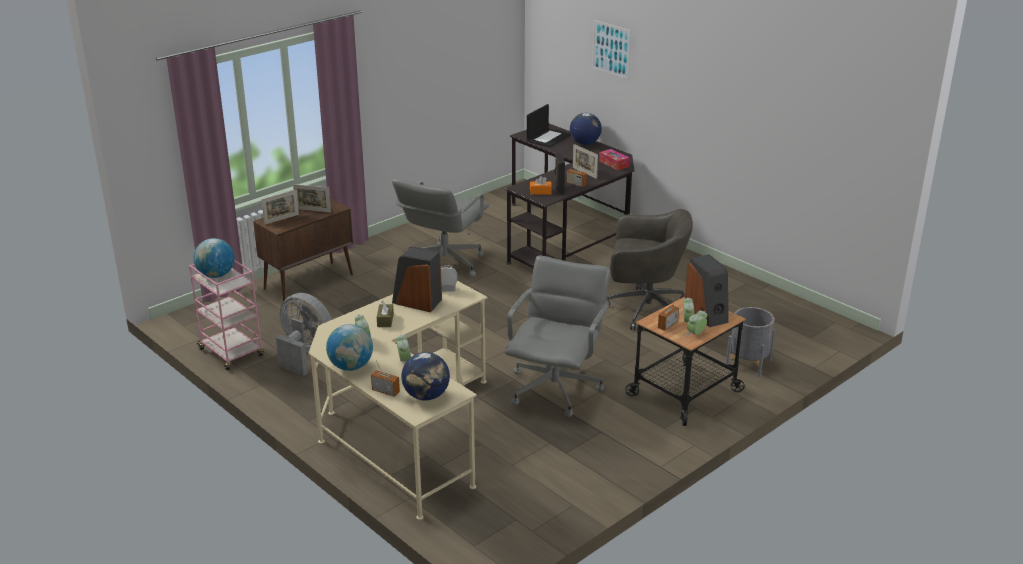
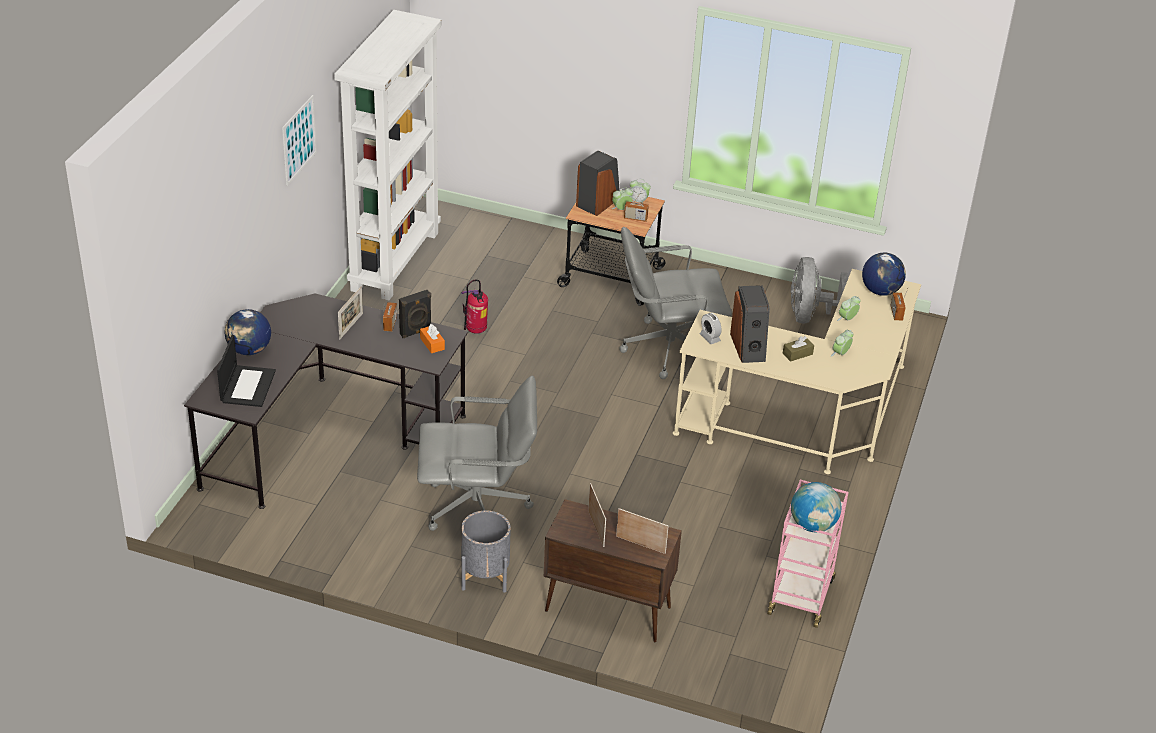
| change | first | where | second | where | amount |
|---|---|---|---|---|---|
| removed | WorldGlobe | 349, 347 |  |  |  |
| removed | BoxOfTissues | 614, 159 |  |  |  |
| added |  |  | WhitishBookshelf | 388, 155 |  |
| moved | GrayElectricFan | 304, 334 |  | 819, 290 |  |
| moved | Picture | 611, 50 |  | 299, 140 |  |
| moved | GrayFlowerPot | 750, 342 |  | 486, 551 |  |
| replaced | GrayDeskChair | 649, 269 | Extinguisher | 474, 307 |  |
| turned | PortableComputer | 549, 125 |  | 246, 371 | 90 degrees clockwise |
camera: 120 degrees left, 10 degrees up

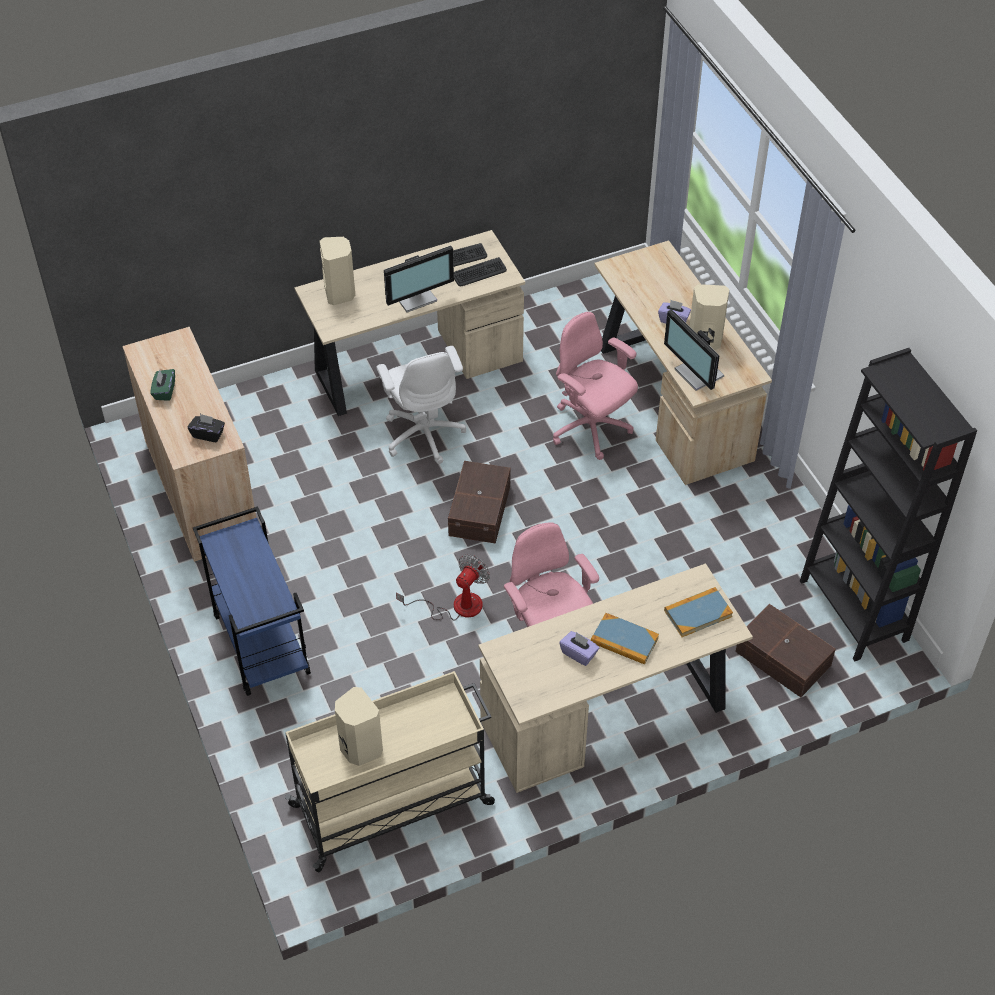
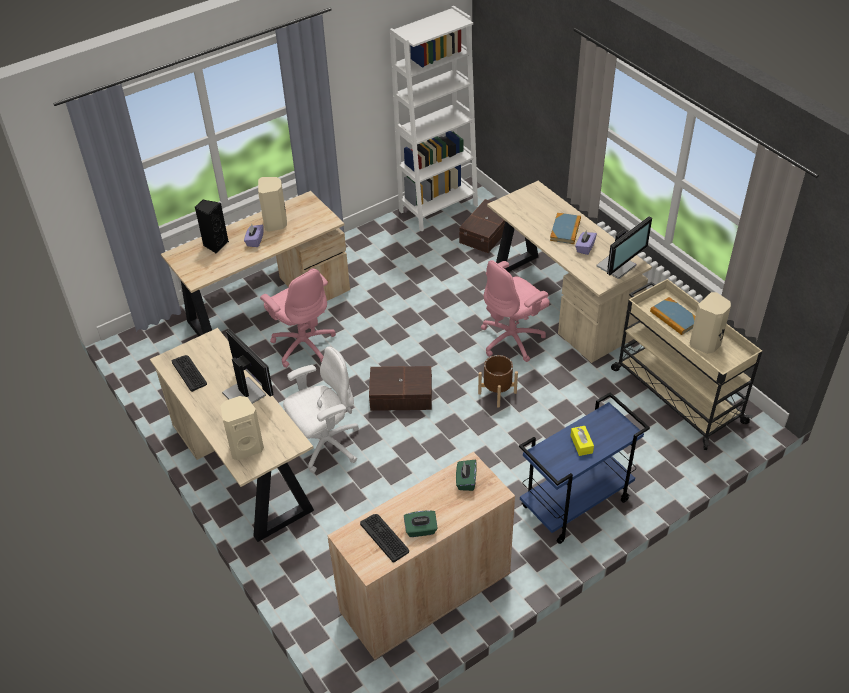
| change | first | where | second | where | amount |
|---|---|---|---|---|---|
| added |  |  | BlackLoudspeaker | 212, 227 |  |
| added |  |  | YellowColouredBoxOfTissues | 582, 441 |  |
| moved | Keyboard | 480, 271 |  | 384, 538 |  |
| moved | ComputerScreen | 694, 350 |  | 624, 247 |  |
| moved | BoundBook | 698, 612 |  | 672, 316 |  |
| replaced | ElectricFan | 443, 587 | BrownishFlowerPot | 498, 381 |  |
| recoloured | BlackBoxOfTissues | 206, 428 | GreenishBoxOfTissues | 466, 475 |  |
| recoloured | BlackBookshelf | 888, 505 | WhitishBookshelf | 434, 118 |  |
| turned | PinkDeskChair | 595, 386 |  | 298, 318 | 75 degrees counterclockwise |
camera: 100 degrees left, 5 degrees down

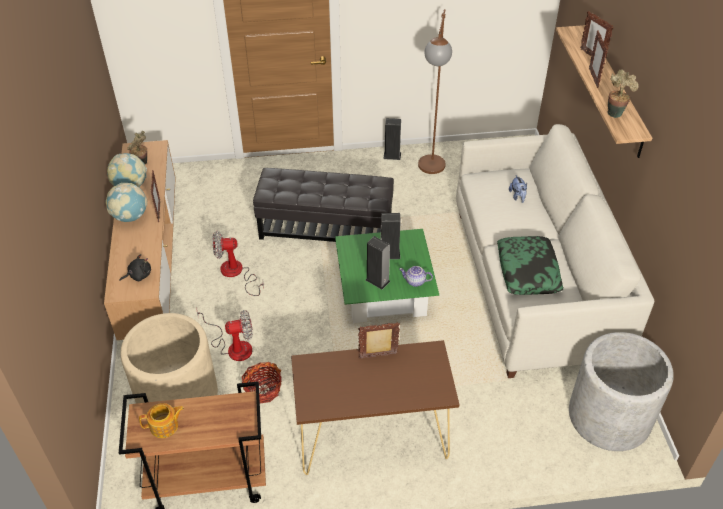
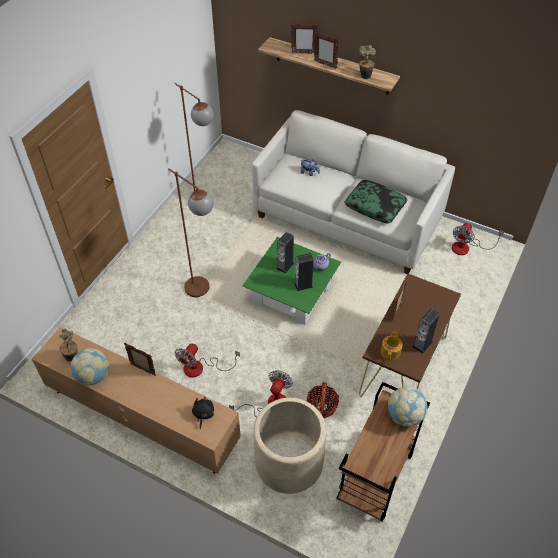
| change | first | where | second | where | amount |
|---|---|---|---|---|---|
| moved | WorldGlobe | 127, 202 |  | 408, 406 |  |
| moved | PotForTea | 161, 420 |  | 392, 345 |  |
| moved | Loudspeaker | 392, 139 |  | 426, 331 |  |
| replaced | BlackFootrest | 323, 205 | BrownishFloorLamp | 191, 233 |  |
| replaced | GrayFlowerPot | 621, 391 | ElectricFan | 478, 239 |  |
camera: 55 degrees left, 5 degrees up

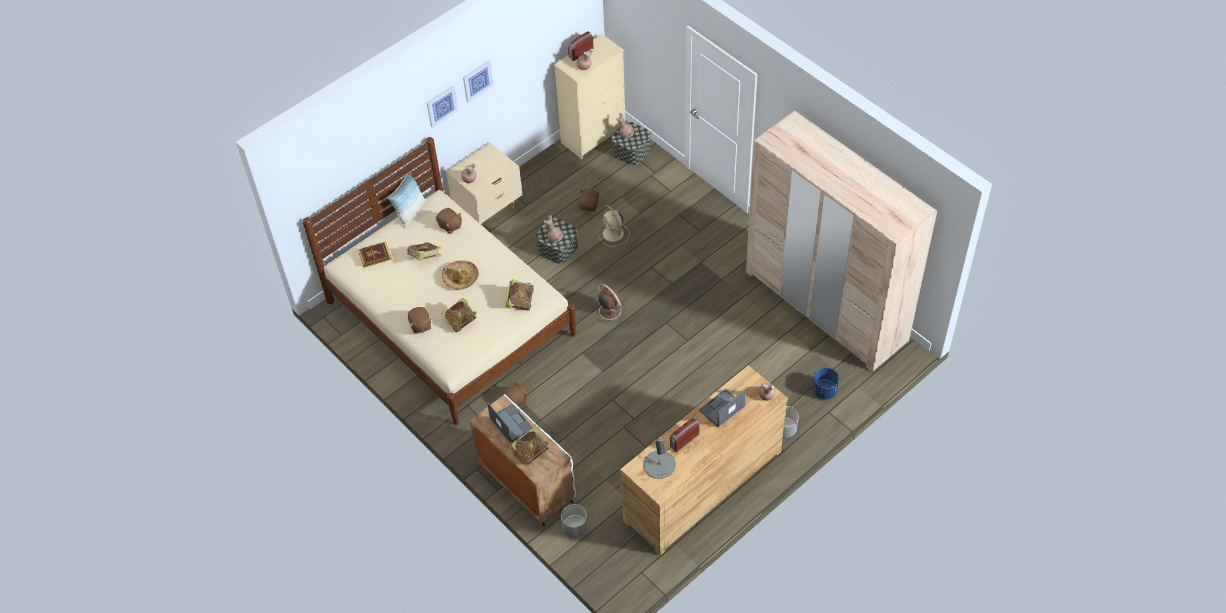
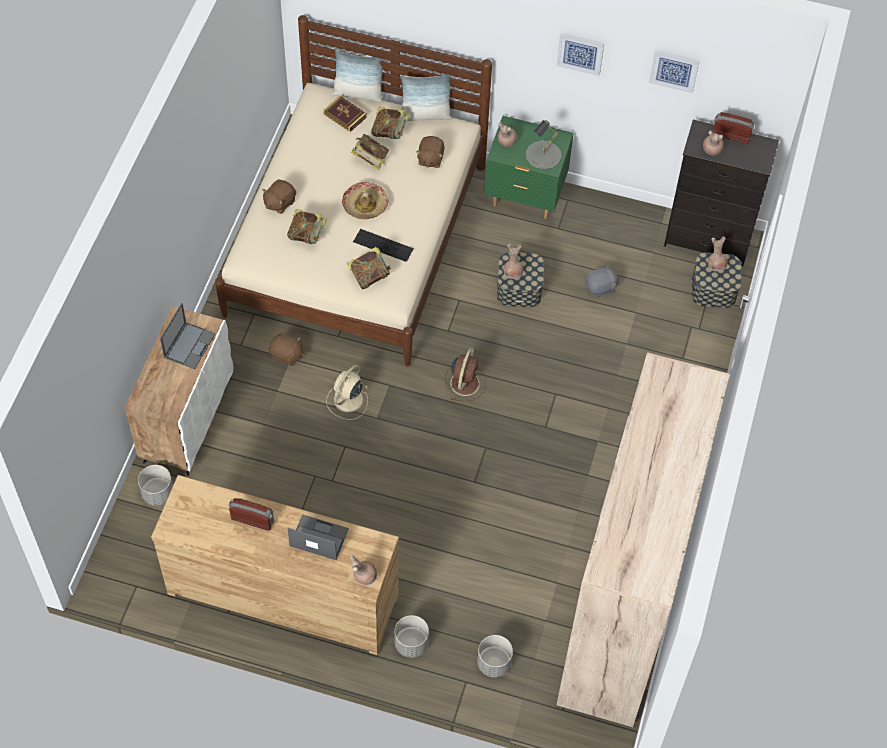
| change | first | where | second | where | amount |
|---|---|---|---|---|---|
| added |  |  | ThrowPillow | 358, 75 |  |
| added |  |  | Keyboard | 383, 245 |  |
| moved | Picture | 443, 106 |  | 674, 71 |  |
| moved | BoundBook | 530, 446 |  | 390, 123 |  |
| moved | SandColouredElectricFan | 614, 225 |  | 347, 392 |  |
| moved | GrayTableLamp | 659, 459 |  | 544, 145 |  |
| recoloured | SandColouredNightstand | 484, 184 | GreenishNightstand | 529, 167 |  |
| recoloured | SandColouredChestOfDrawers | 589, 96 | BlackChestOfDrawers | 721, 193 |  |
| recoloured | BrownishSoftToy | 589, 200 | GraySoftToy | 602, 281 |  |
| recoloured | BlueColouredFlowerPot | 826, 383 | GrayFlowerPot | 495, 656 |  |
camera: 55 degrees right, 5 degrees up

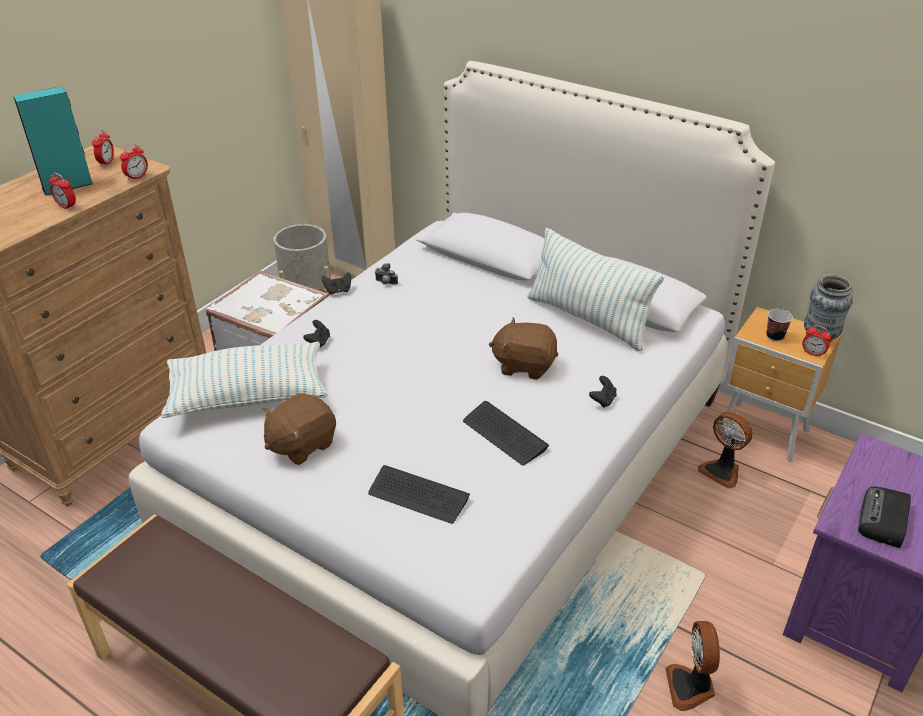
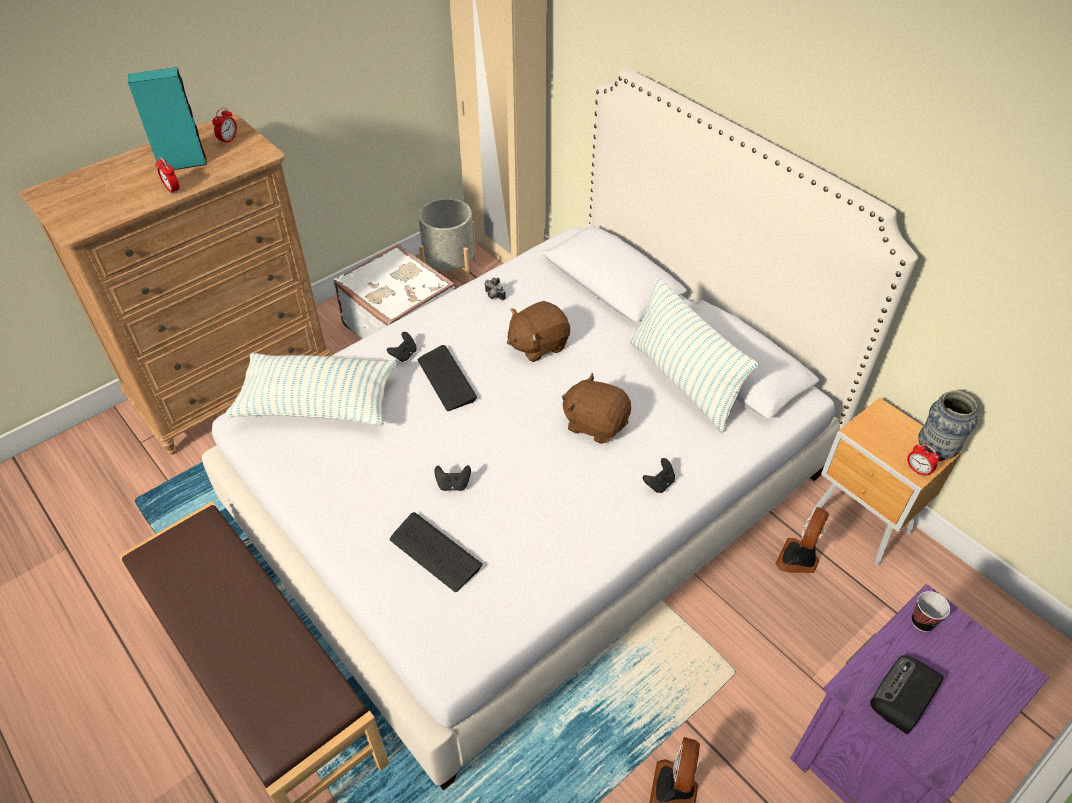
| change | first | where | second | where | amount |
|---|---|---|---|---|---|
| removed | TableClock | 134, 163 |  |  |  |
| moved | BrownishSoftToy | 299, 429 |  | 538, 331 |  |
| moved | BlackJoypad | 336, 283 |  | 452, 478 |  |
| moved | Keyboard | 506, 433 |  | 447, 378 |  |
| moved | SmallCup | 779, 325 |  | 931, 611 |  |
| turned | ElectricFan | 725, 449 |  | 802, 540 | 60 degrees clockwise |
camera: 15 degrees right, 10 degrees up

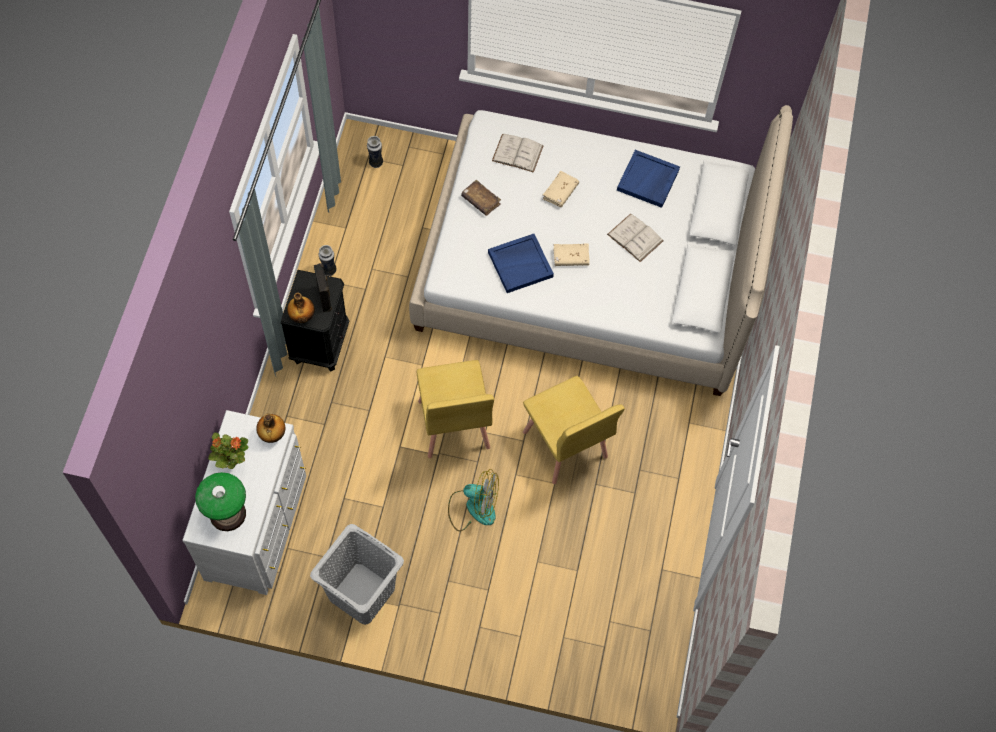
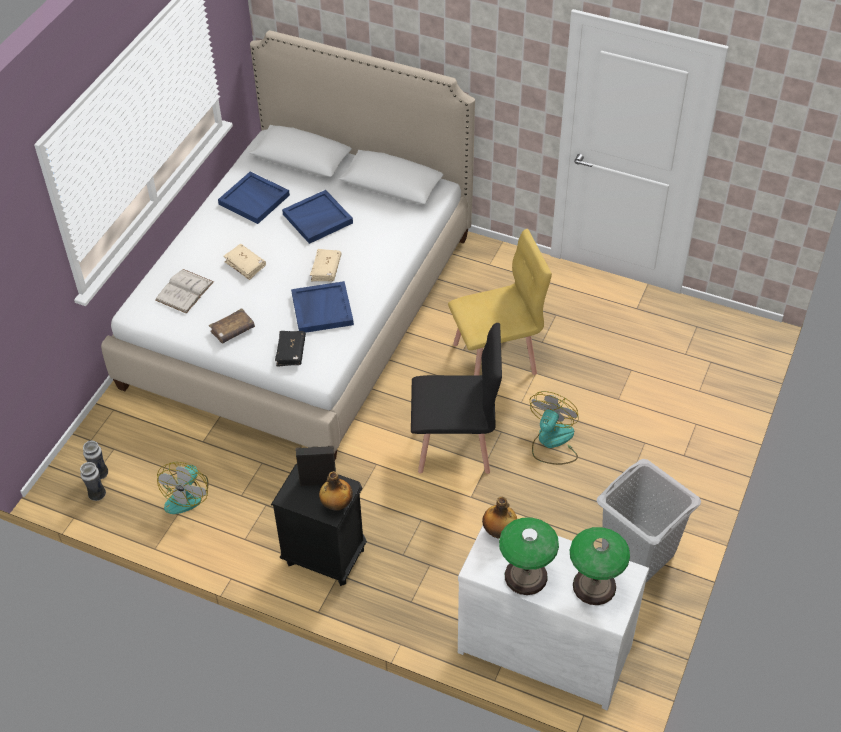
| change | first | where | second | where | amount |
|---|---|---|---|---|---|
| added |  |  | ElectricFan | 182, 488 |  |
| added |  |  | BlackBoundBook | 290, 349 |  |
| moved | DecorativeVase | 328, 260 |  | 93, 481 |  |
| replaced | PlantInAPot | 228, 450 | TableLamp | 529, 556 |  |
| replaced | WhitishBoundBook | 635, 238 | BlueColouredServingTray | 317, 217 |  |
| recoloured | YellowColouredChair | 455, 409 | BlackChair | 456, 398 |  |
camera: 75 degrees left, 15 degrees down

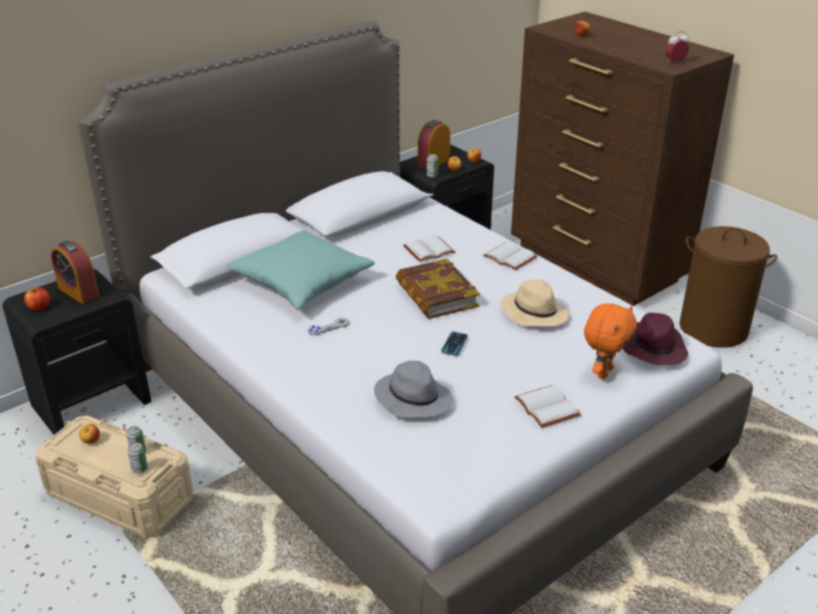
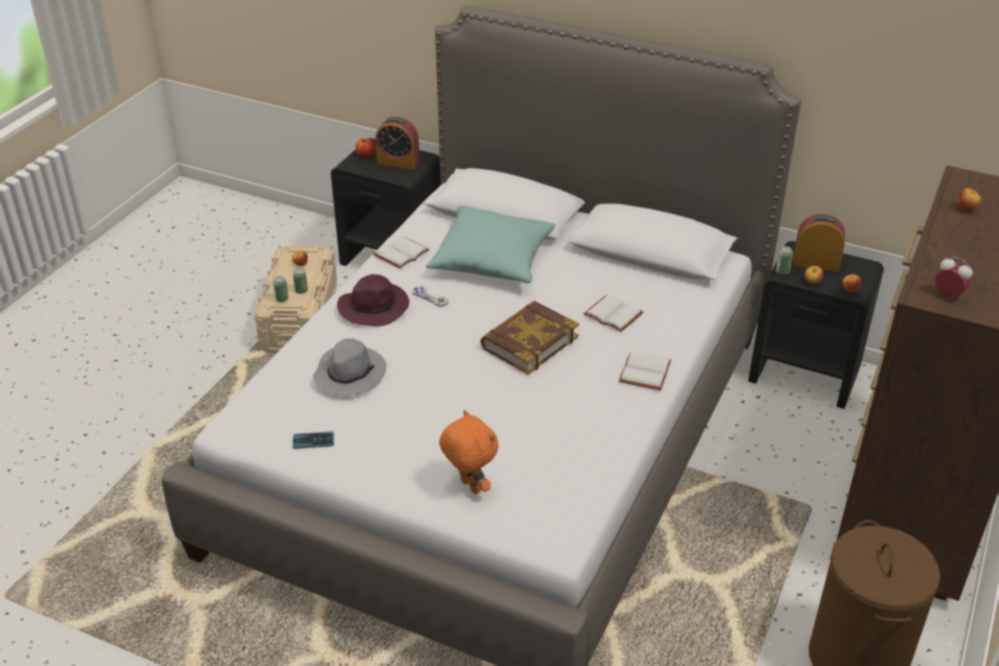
| change | first | where | second | where | amount |
|---|---|---|---|---|---|
| removed | SandColouredWearableHat | 535, 303 |  |  |  |
| moved | Handset | 454, 344 |  | 313, 440 |  |
| moved | WhitishBoundBook | 548, 406 |  | 401, 252 |  |
| moved | PurpleWearableHat | 655, 339 |  | 373, 300 |  |
| turned | TableClock | 75, 272 |  | 397, 143 | 90 degrees counterclockwise |
| turned | OrangeSoftToy | 610, 341 |  | 469, 452 | 135 degrees counterclockwise |
camera: 65 degrees right, 5 degrees up

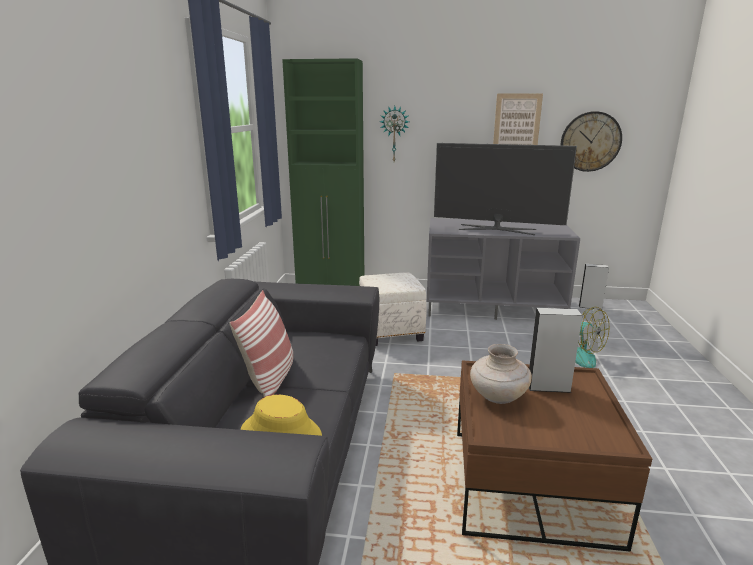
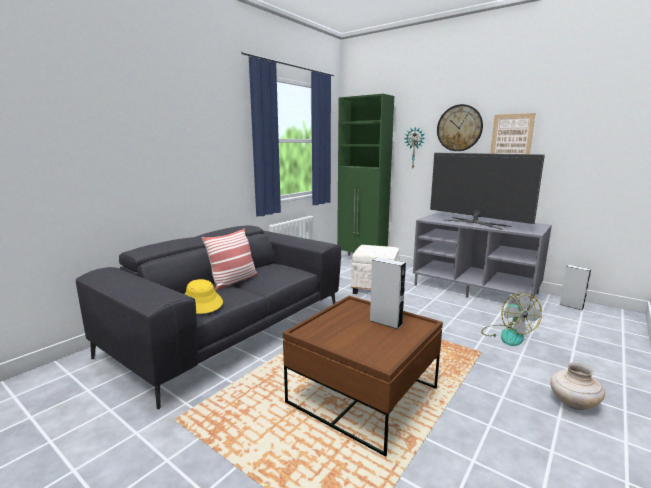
| change | first | where | second | where | amount |
|---|---|---|---|---|---|
| moved | SandColouredDecorativeVase | 501, 374 |  | 577, 386 |  |
| moved | WallClock | 591, 141 |  | 460, 127 |  |
camera: 30 degrees right, 5 degrees down

